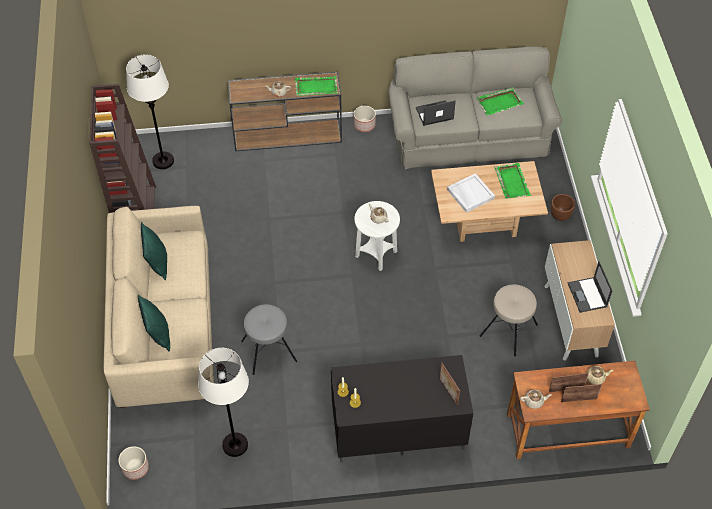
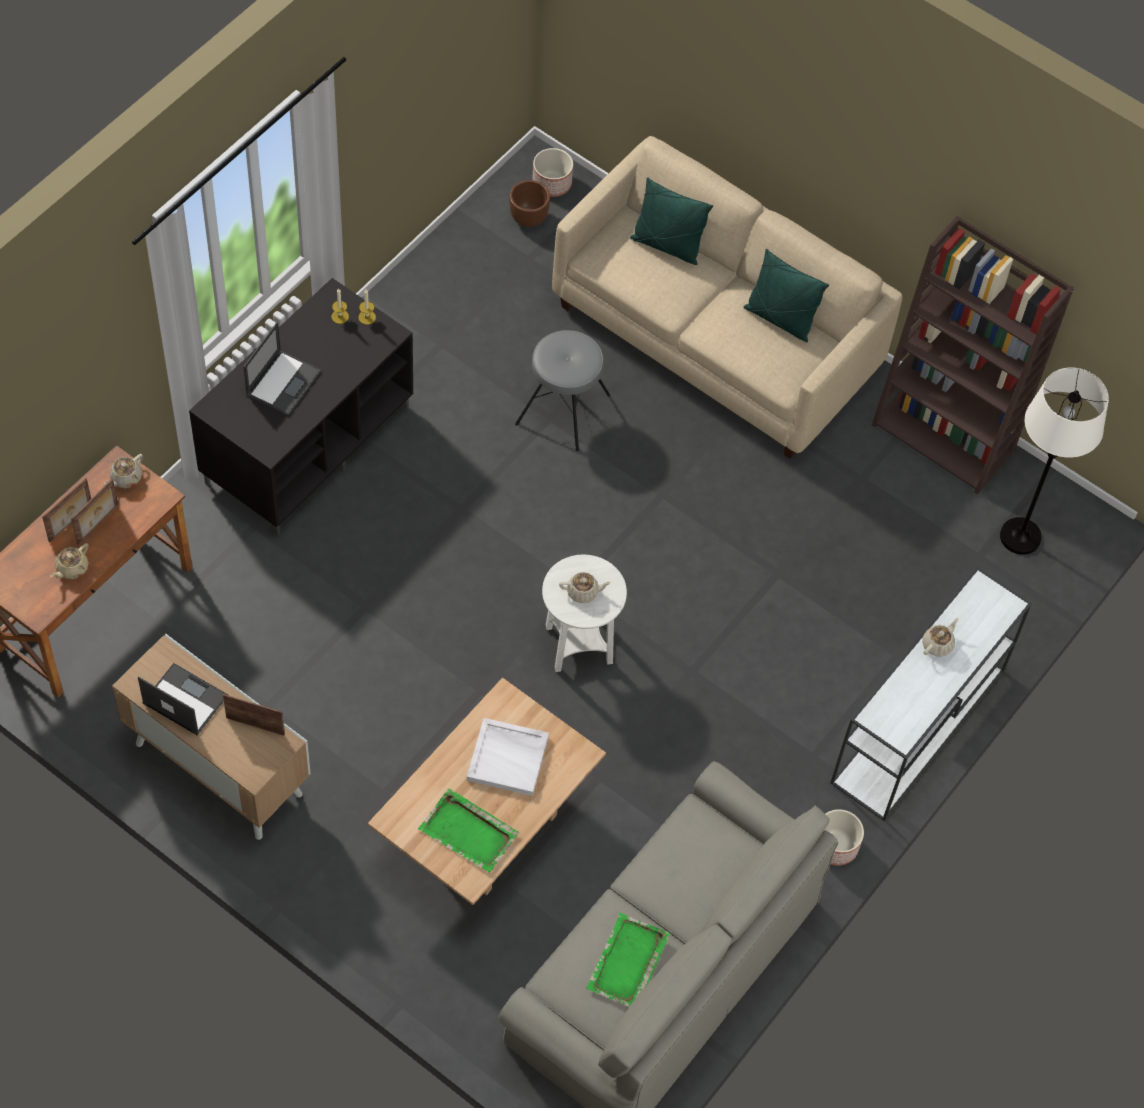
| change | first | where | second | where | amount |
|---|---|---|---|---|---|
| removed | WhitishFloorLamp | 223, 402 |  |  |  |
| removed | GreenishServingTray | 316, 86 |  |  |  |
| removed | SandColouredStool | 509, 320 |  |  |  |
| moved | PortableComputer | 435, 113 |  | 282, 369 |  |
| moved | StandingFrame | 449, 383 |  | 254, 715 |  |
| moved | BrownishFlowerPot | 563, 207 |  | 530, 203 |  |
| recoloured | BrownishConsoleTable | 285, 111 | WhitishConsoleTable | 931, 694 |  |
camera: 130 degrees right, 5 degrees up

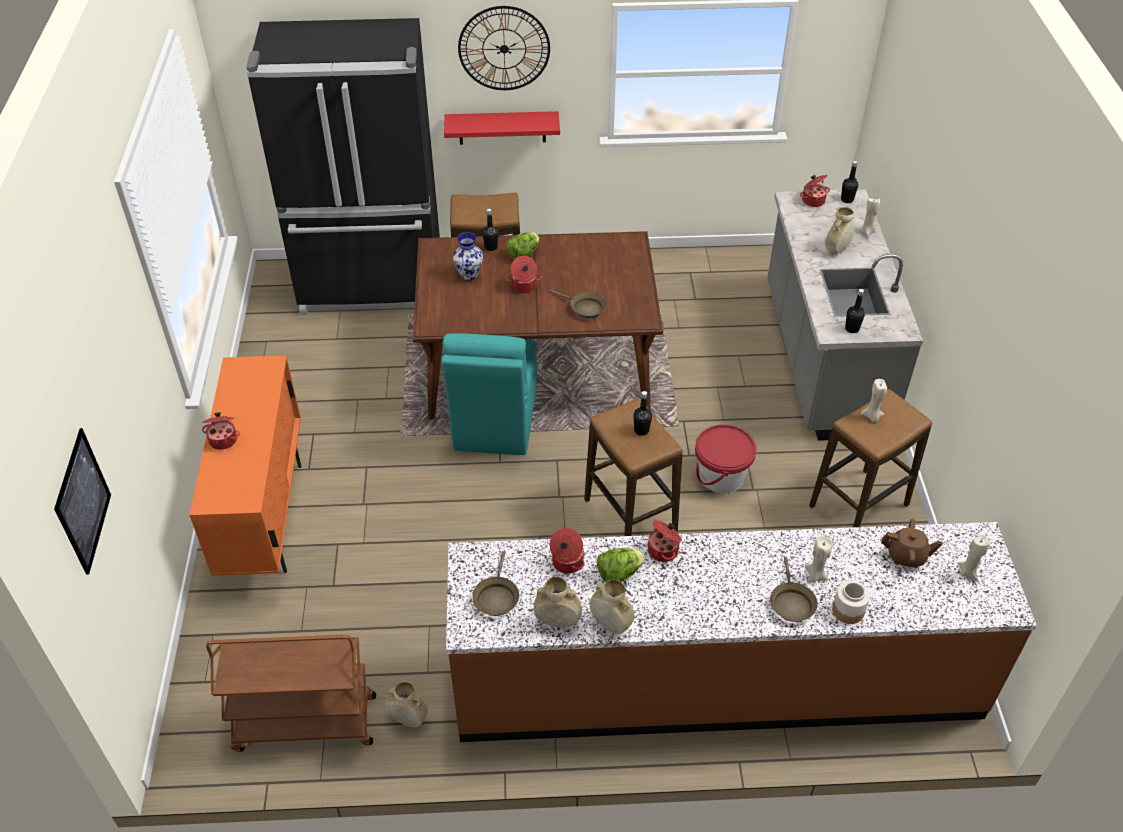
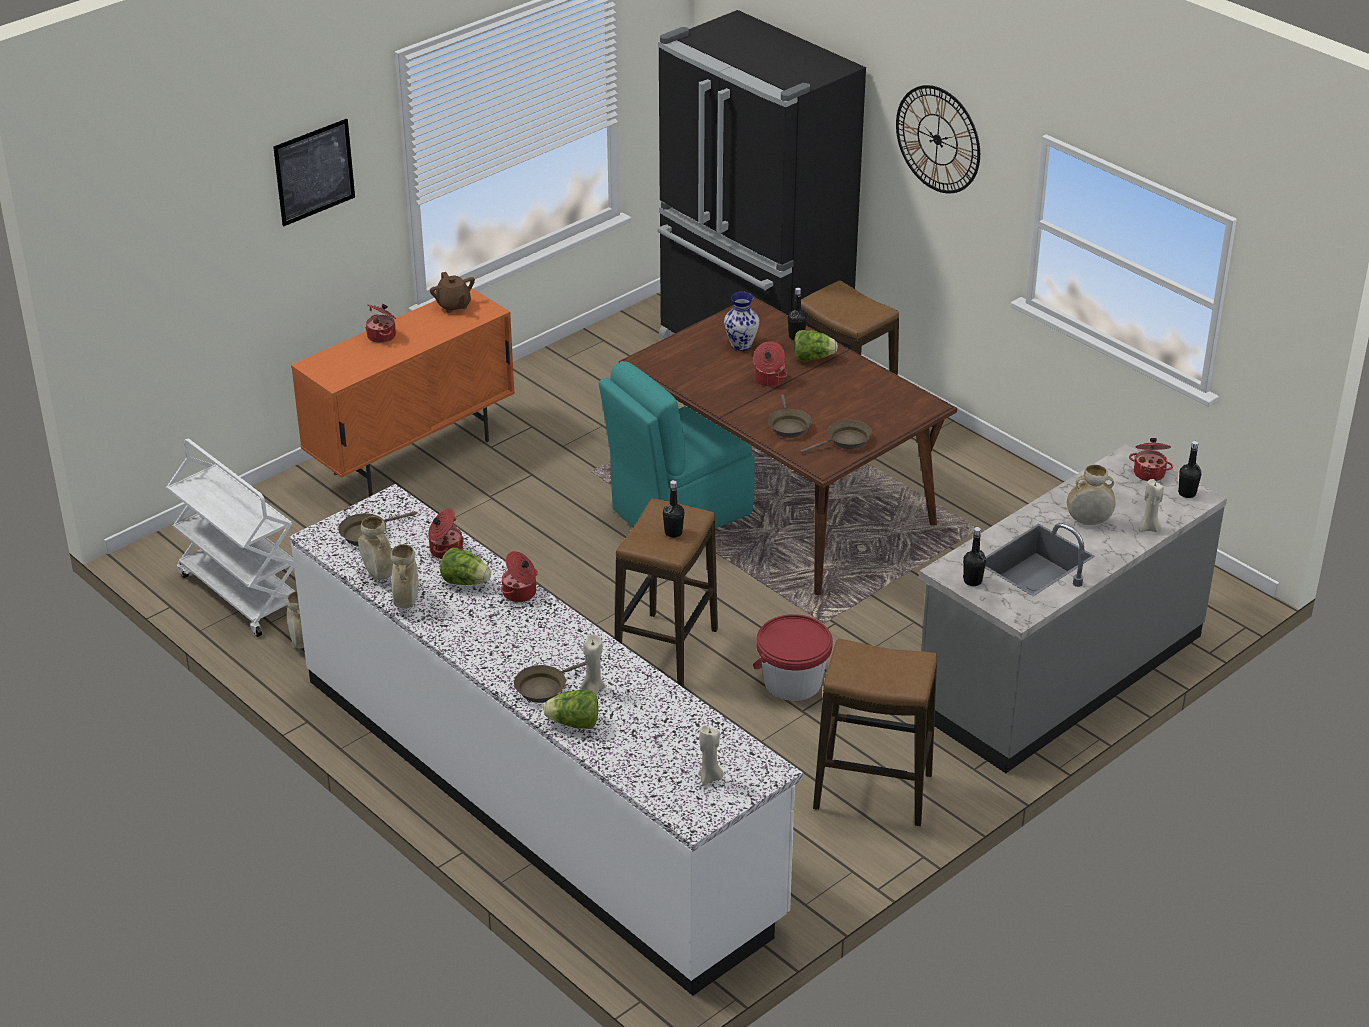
| change | first | where | second | where | amount |
|---|---|---|---|---|---|
| removed | RedColouredWallShelf | 502, 128 |  |  |  |
| removed | SandColouredWaxLight | 874, 400 |  |  |  |
| added |  |  | BrownishFryingPan | 836, 436 |  |
| moved | Picture | 82, 501 |  | 314, 172 |  |
| moved | BrownishPotForTea | 911, 543 |  | 452, 292 |  |
| replaced | PreserveJar | 851, 602 | HeadOfLettuce | 571, 709 |  |
| recoloured | BrownishTrolley | 291, 693 | WhitishTrolley | 231, 538 |  |
| recoloured | BrownishKitchenBaseUnit | 741, 632 | WhitishKitchenBaseUnit | 546, 740 |  |
camera: 50 degrees right, 10 degrees down

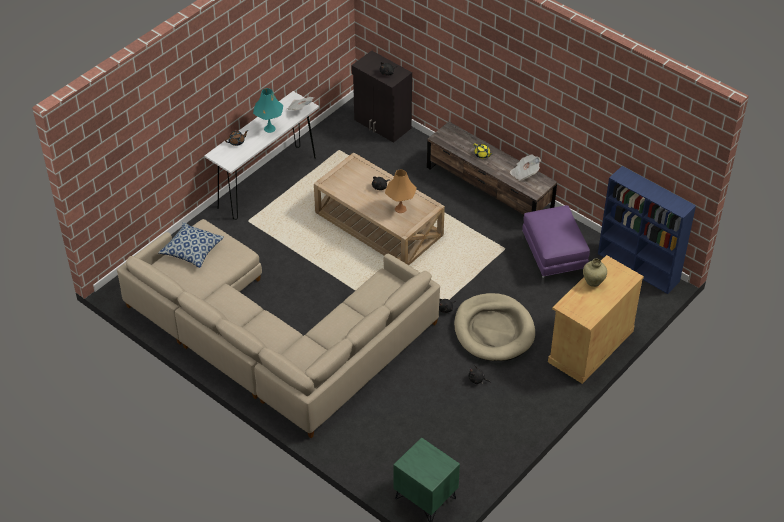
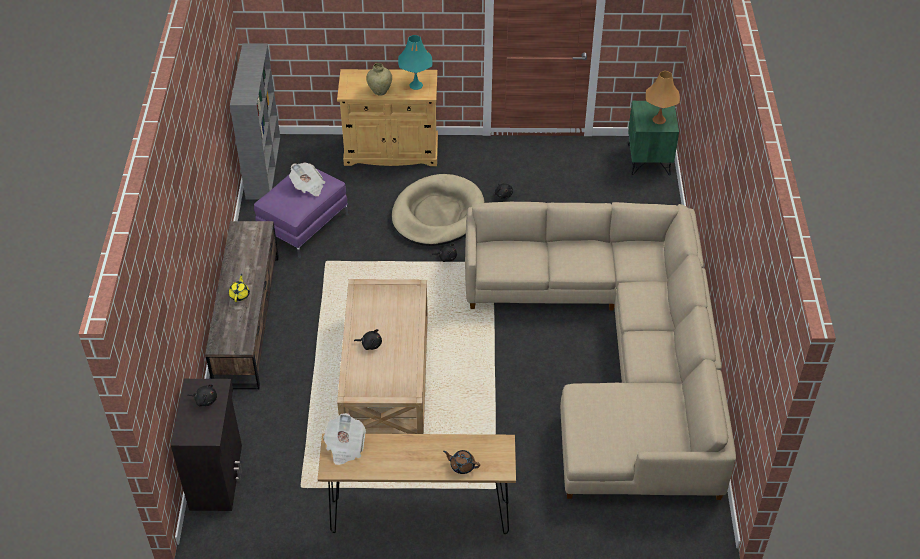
| change | first | where | second | where | amount |
|---|---|---|---|---|---|
| removed | ThrowPillow | 191, 245 |  |  |  |
| moved | TurquoiseTableLamp | 268, 110 |  | 415, 62 |  |
| moved | OrangeTableLamp | 401, 191 |  | 663, 97 |  |
| moved | DailyPaper | 525, 168 |  | 307, 180 |  |
| recoloured | WhitishConsoleTable | 262, 155 | BrownishConsoleTable | 417, 483 |  |
| recoloured | BlueColouredBookshelf | 647, 230 | GrayBookshelf | 255, 121 |  |
camera: 130 degrees left, 0 degrees up

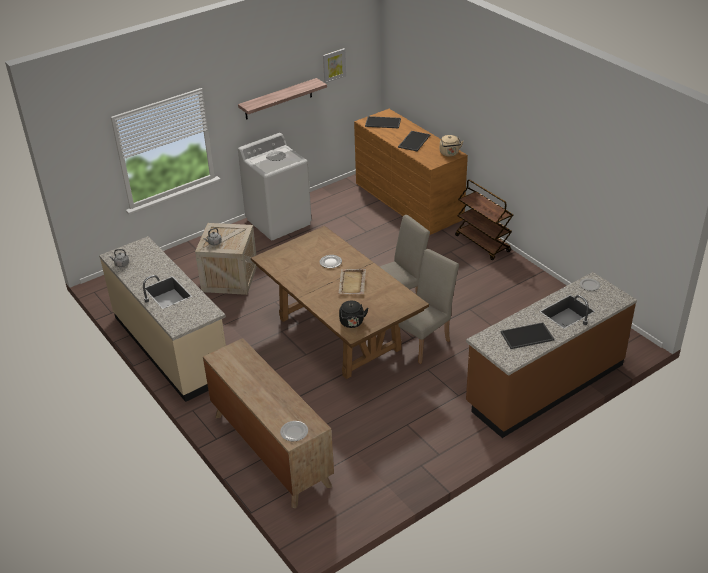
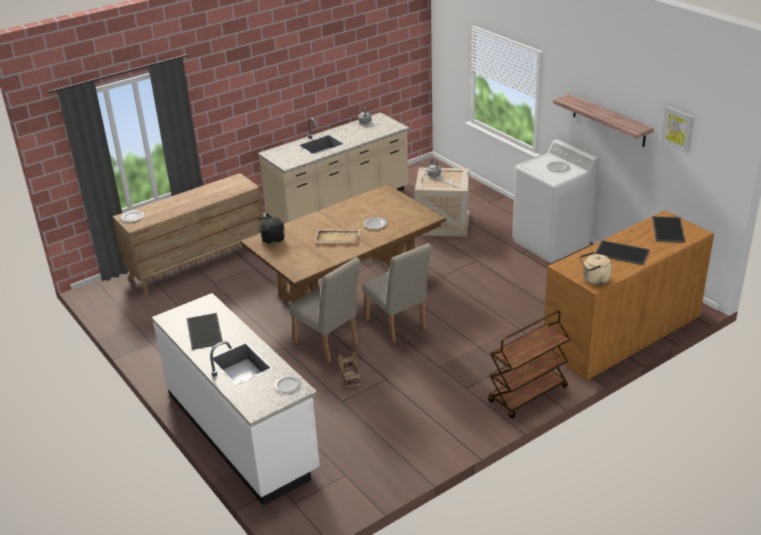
| change | first | where | second | where | amount |
|---|---|---|---|---|---|
| added |  |  | StorageBasket | 349, 370 |  |
| recoloured | BrownishKitchenBaseUnit | 551, 355 | WhitishKitchenBaseUnit | 236, 399 |  |
camera: 90 degrees right, 5 degrees down

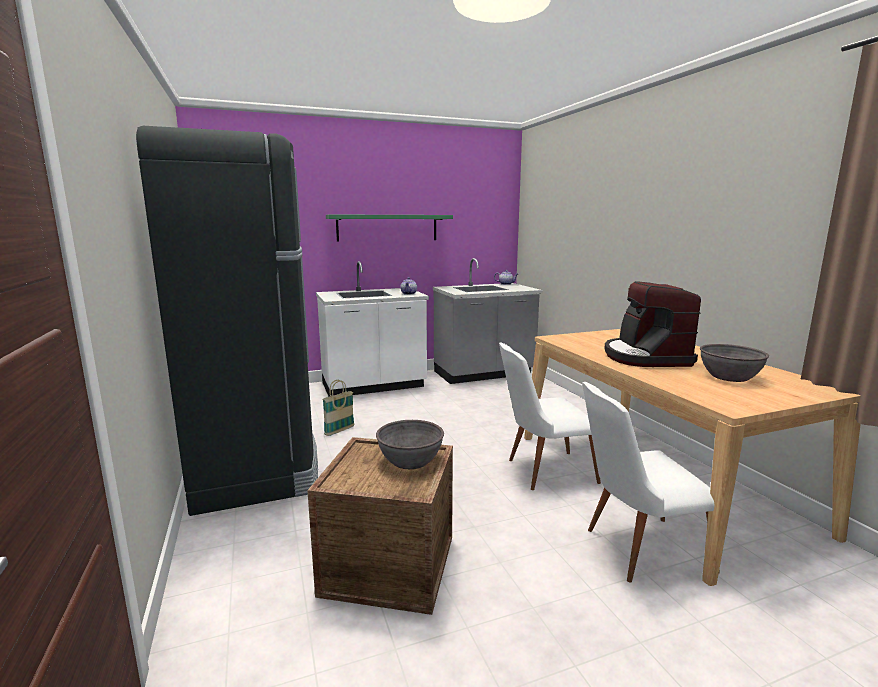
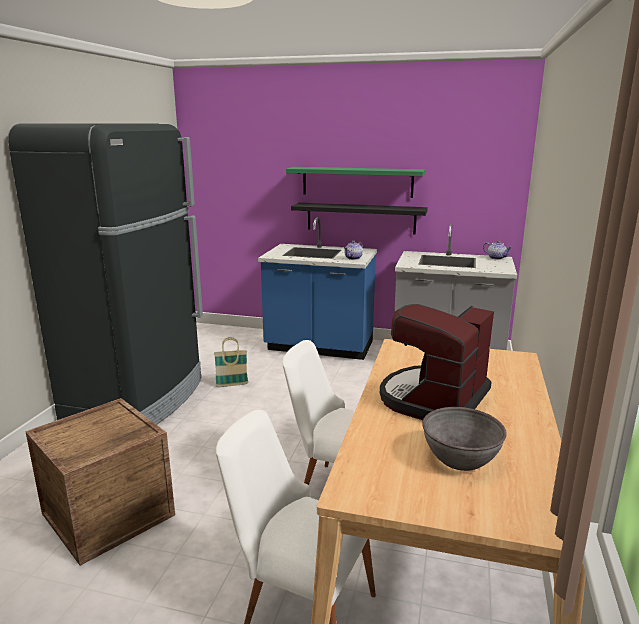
| change | first | where | second | where | amount |
|---|---|---|---|---|---|
| removed | GrayBowl | 410, 444 |  |  |  |
| added |  |  | BlackWallShelf | 359, 219 |  |
| recoloured | WhitishKitchenBaseUnit | 372, 329 | BlueColouredKitchenBaseUnit | 317, 288 |  |
camera: 35 degrees right, 5 degrees up

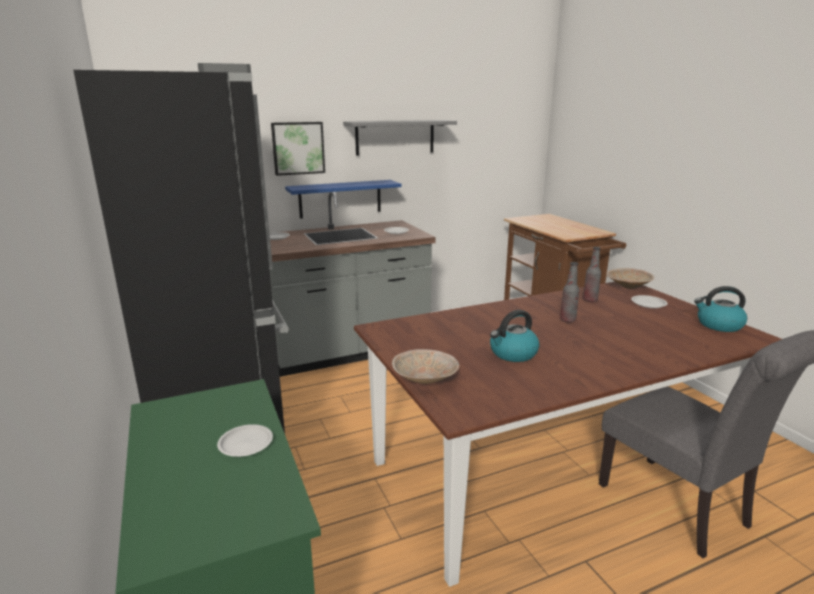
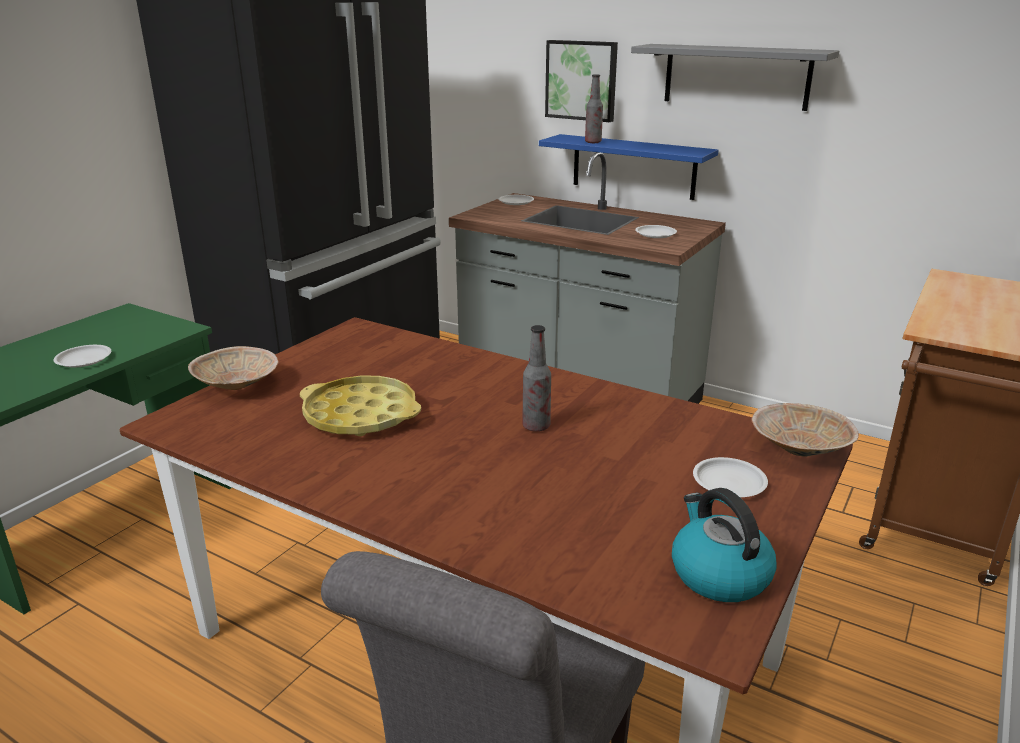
| change | first | where | second | where | amount |
|---|---|---|---|---|---|
| moved | DrinkBottle | 592, 274 |  | 594, 108 |  |
| replaced | Kettle | 515, 336 | YellowColouredServingTray | 360, 405 |  |
camera: 55 degrees right, 5 degrees up

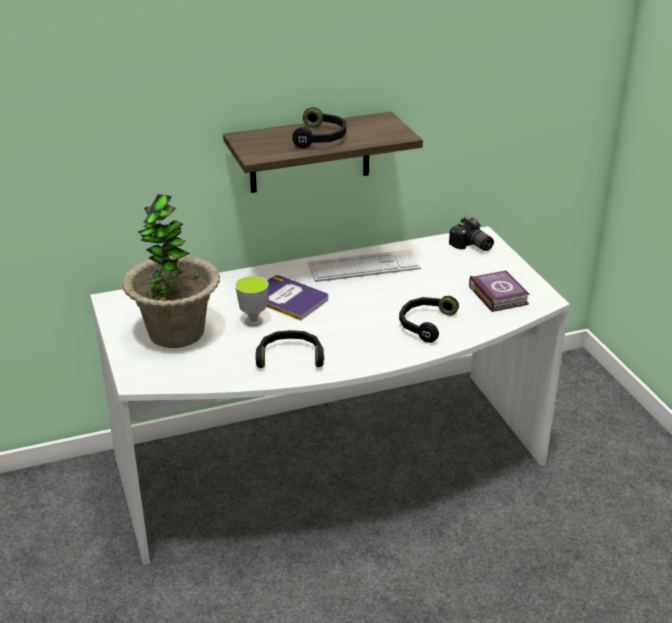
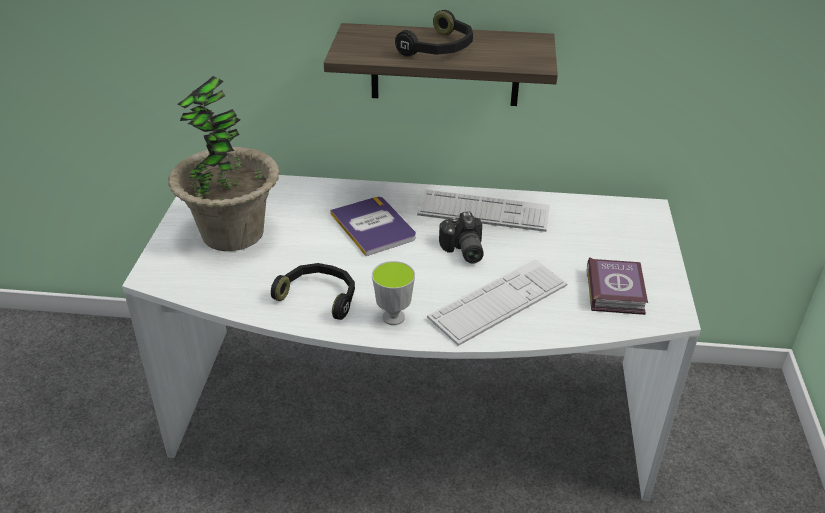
| change | first | where | second | where | amount |
|---|---|---|---|---|---|
| moved | SmallCup | 252, 301 |  | 393, 293 |  |
| moved | StillCamera | 471, 233 |  | 461, 237 |  |
| replaced | BlackPairOfHeadphones | 429, 319 | Keyboard | 497, 302 |  |
camera: 25 degrees right, 5 degrees up

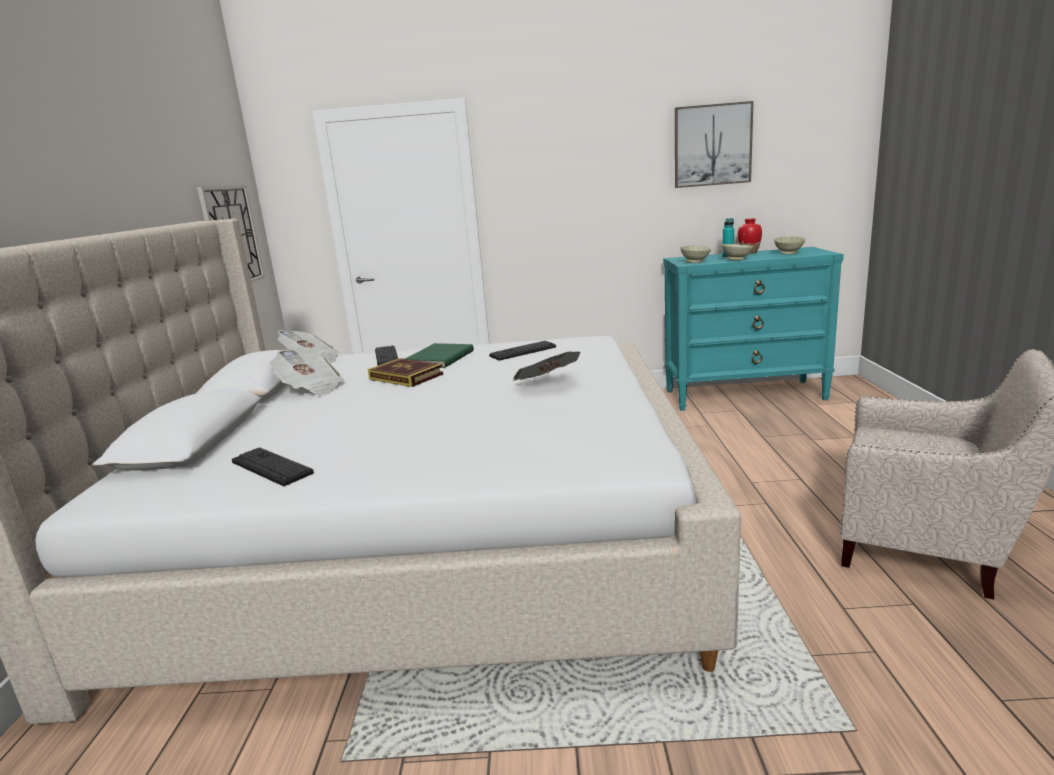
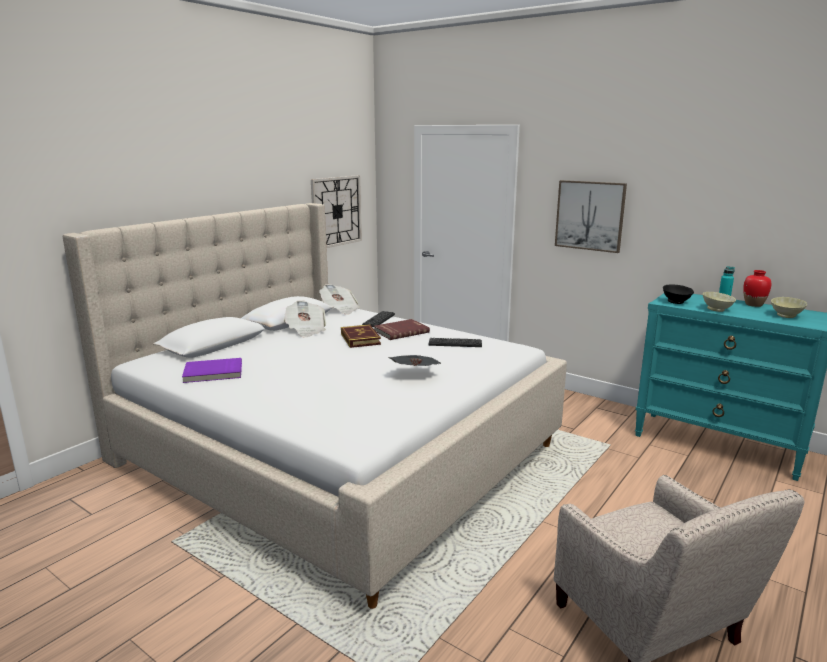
| change | first | where | second | where | amount |
|---|---|---|---|---|---|
| moved | Picture | 714, 144 |  | 591, 216 |  |
| replaced | Keyboard | 273, 466 | PurpleBoundBook | 212, 370 |  |
| recoloured | GreenishBoundBook | 439, 355 | RedColouredBoundBook | 402, 329 |  |
| recoloured | SandColouredBowl | 695, 254 | BlackBowl | 678, 294 |  |
camera: 35 degrees right, 0 degrees up

